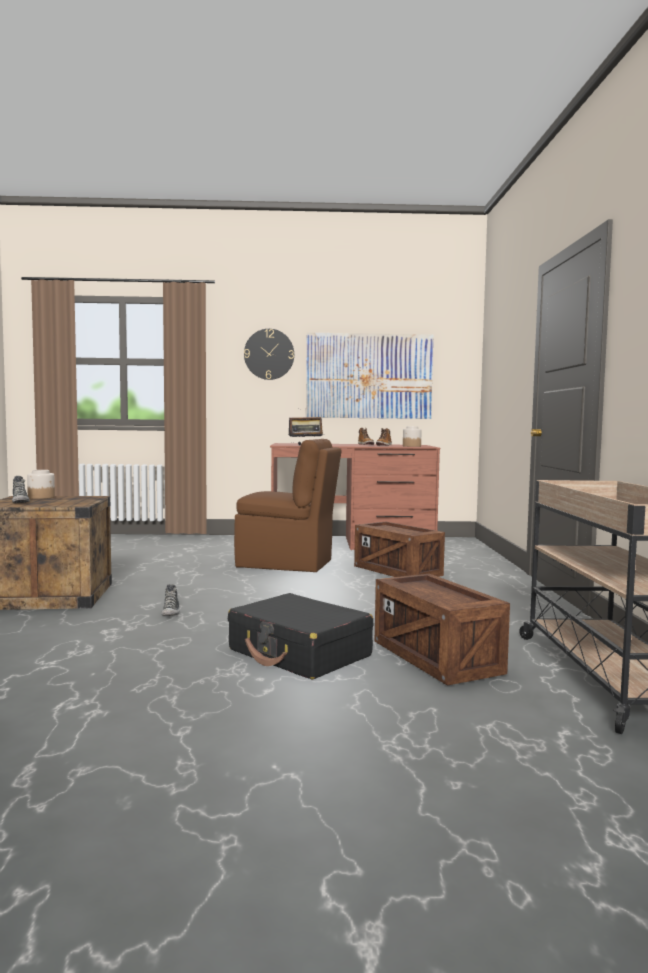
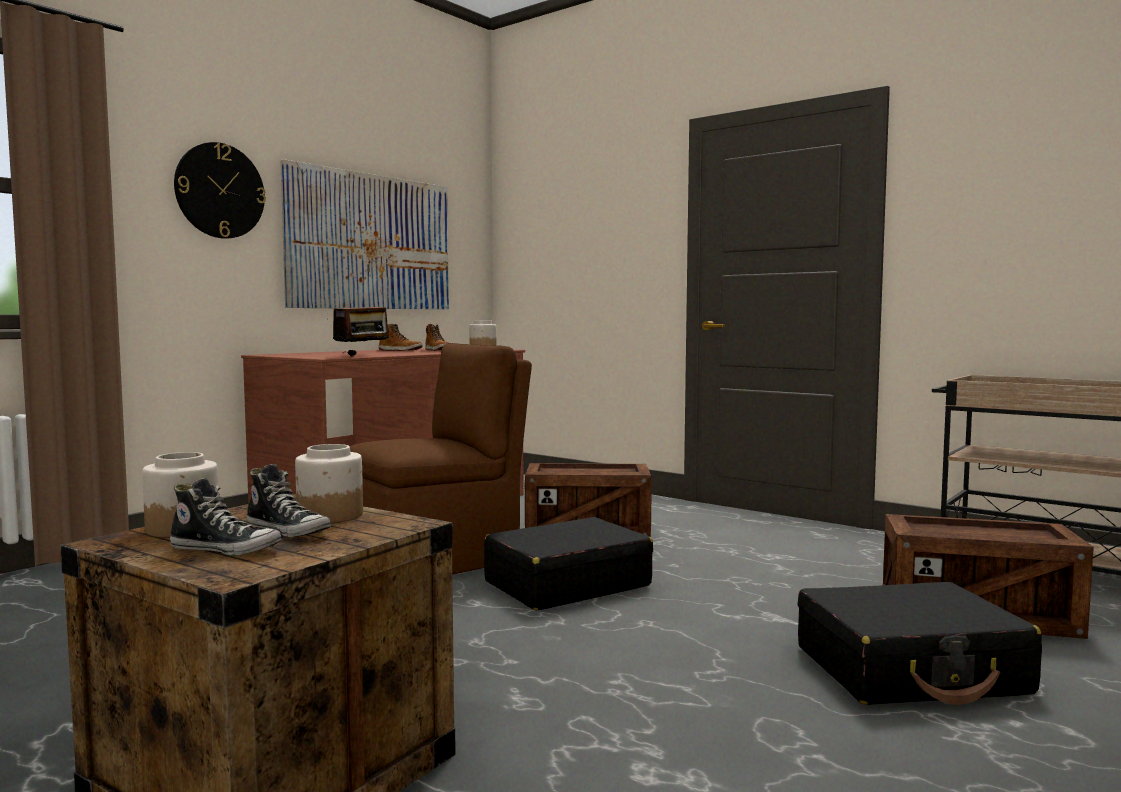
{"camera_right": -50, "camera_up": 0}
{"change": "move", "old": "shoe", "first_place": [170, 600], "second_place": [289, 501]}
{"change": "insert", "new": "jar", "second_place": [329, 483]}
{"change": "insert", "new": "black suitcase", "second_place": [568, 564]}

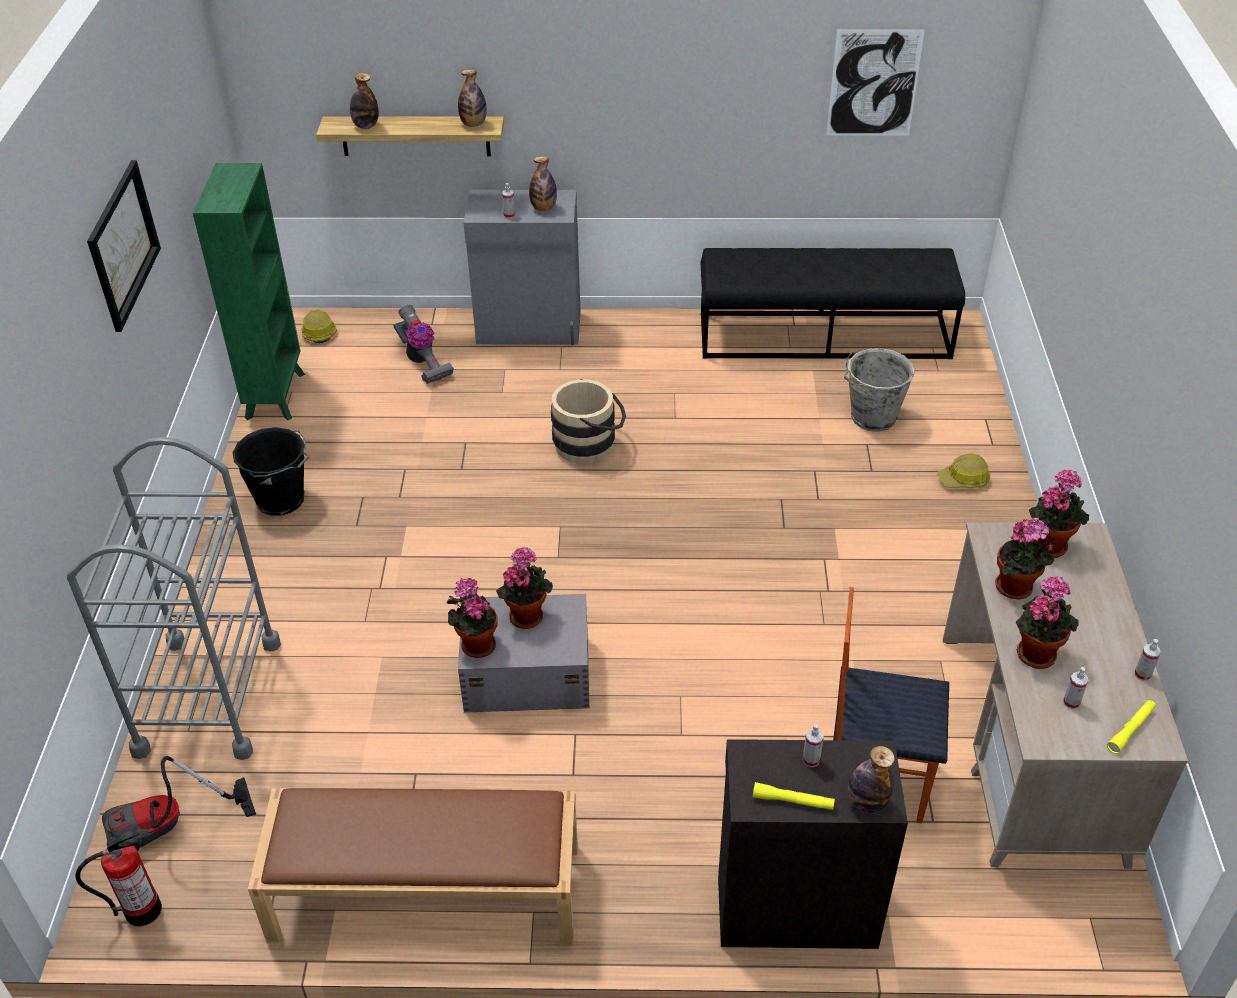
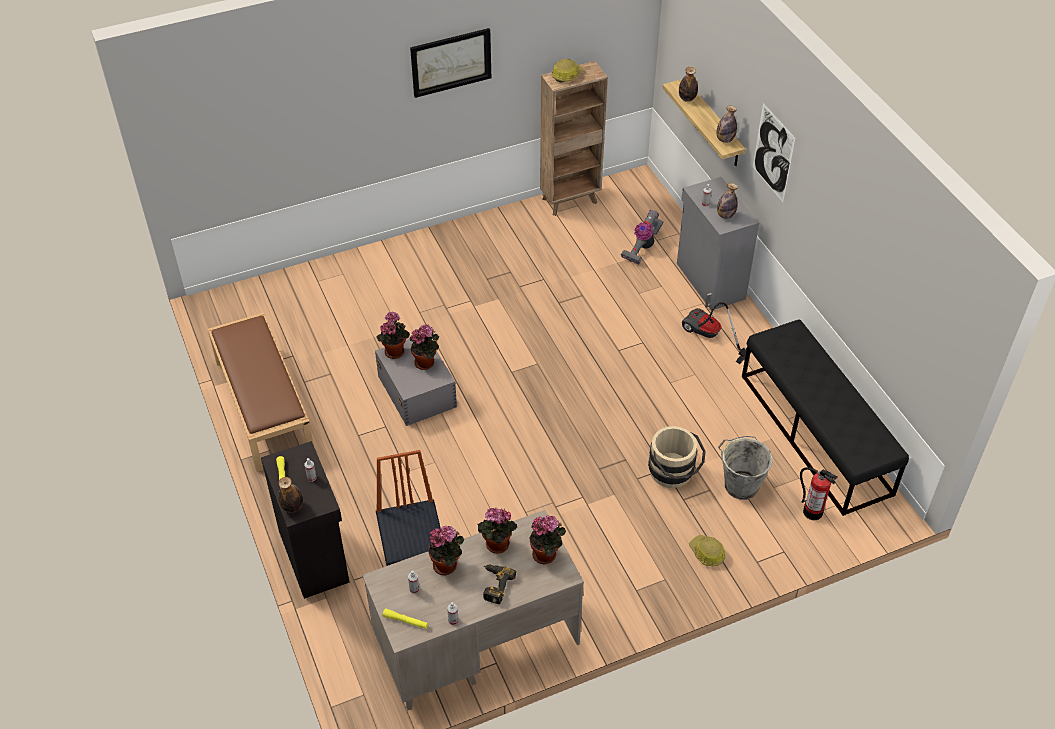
{"camera_right": 65, "camera_up": 5}
{"change": "delete", "old": "grey cart", "first_place": [174, 598]}
{"change": "move", "old": "fire extinguisher", "first_place": [119, 877], "second_place": [819, 493]}
{"change": "move", "old": "vacuum cleaner", "first_place": [179, 803], "second_place": [716, 333]}
{"change": "recolor", "old": "green bookcase", "new": "brown bookcase", "first_place": [249, 291], "second_place": [574, 138]}
{"change": "delete", "old": "black bucket", "first_place": [271, 471]}
{"change": "move", "old": "hard hat", "first_place": [319, 326], "second_place": [567, 70]}
{"change": "move", "old": "beige bucket", "first_place": [588, 421], "second_place": [677, 457]}
{"change": "move", "old": "picture", "first_place": [875, 82], "second_place": [774, 153]}
{"change": "insert", "new": "power drill", "second_place": [499, 584]}

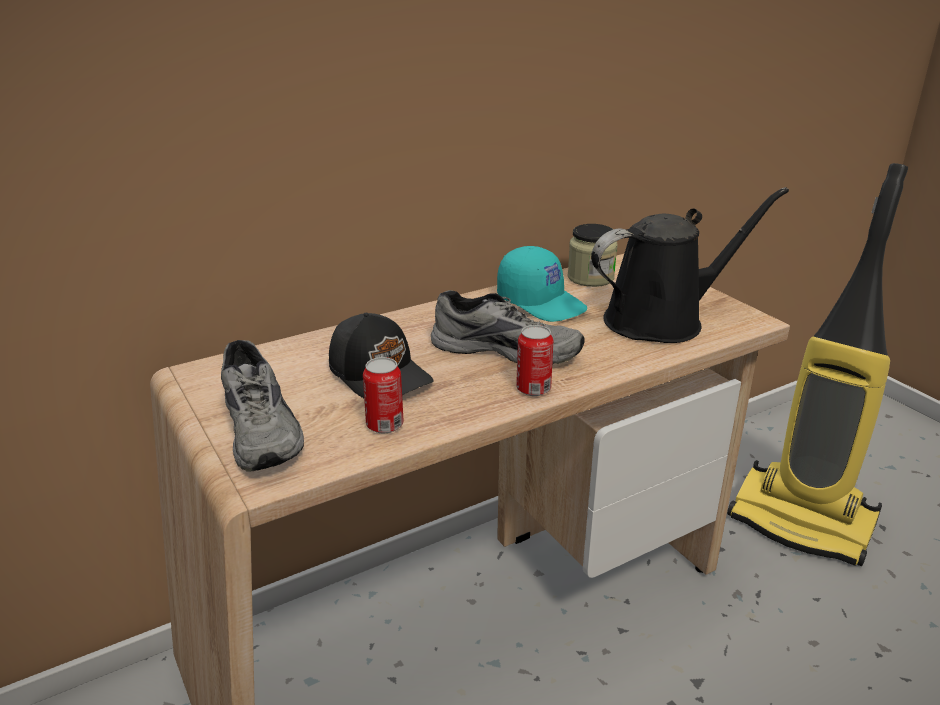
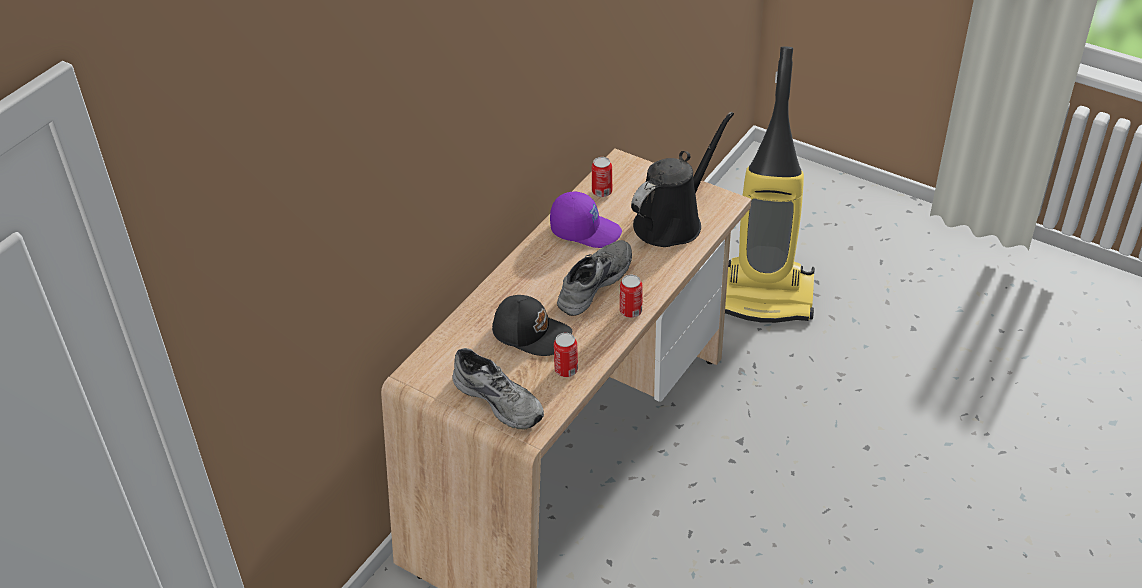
{"camera_right": -25, "camera_up": 15}
{"change": "rotate", "old": "grey shoe", "first_place": [508, 327], "second_place": [594, 278], "degrees": -45}
{"change": "recolor", "old": "turquoise cap", "new": "purple cap", "first_place": [542, 284], "second_place": [586, 219]}
{"change": "replace", "old": "jar", "new": "can", "first_place": [593, 255], "second_place": [602, 177]}

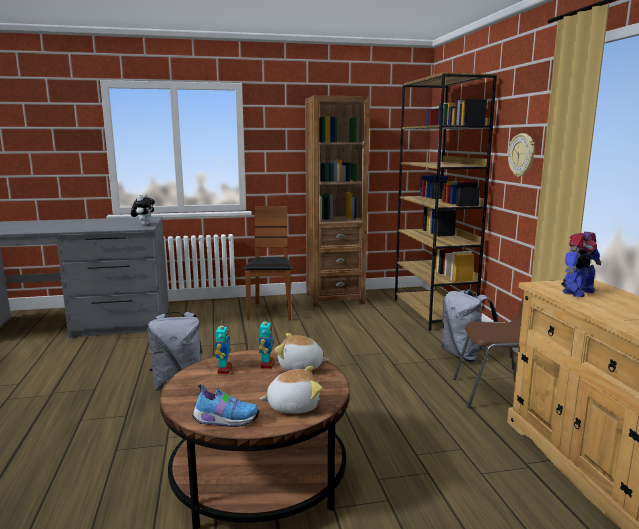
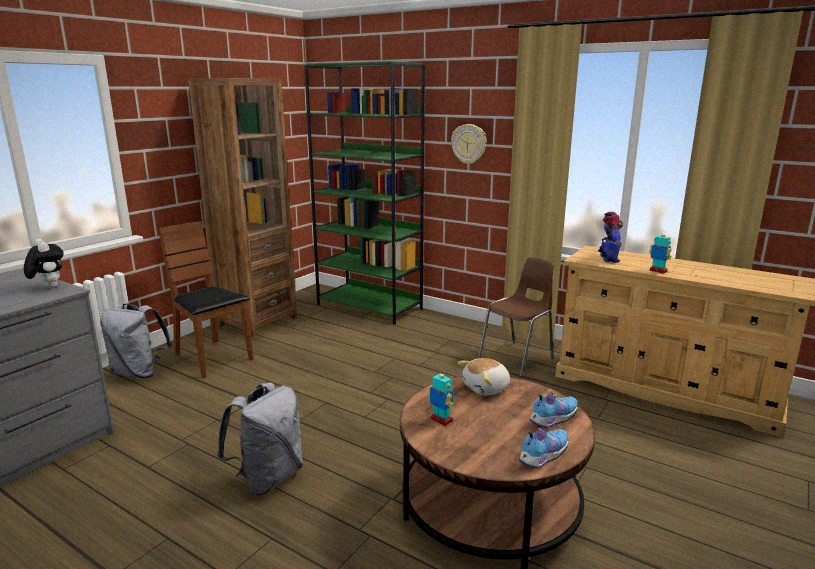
{"camera_right": -45, "camera_up": 5}
{"change": "move", "old": "toy robot", "first_place": [266, 343], "second_place": [660, 252]}
{"change": "replace", "old": "plush toy", "new": "shoe", "first_place": [291, 389], "second_place": [554, 411]}
{"change": "recolor", "old": "brown bookcase", "new": "green bookcase", "first_place": [446, 201], "second_place": [364, 193]}
{"change": "move", "old": "grey backpack", "first_place": [469, 325], "second_place": [136, 341]}

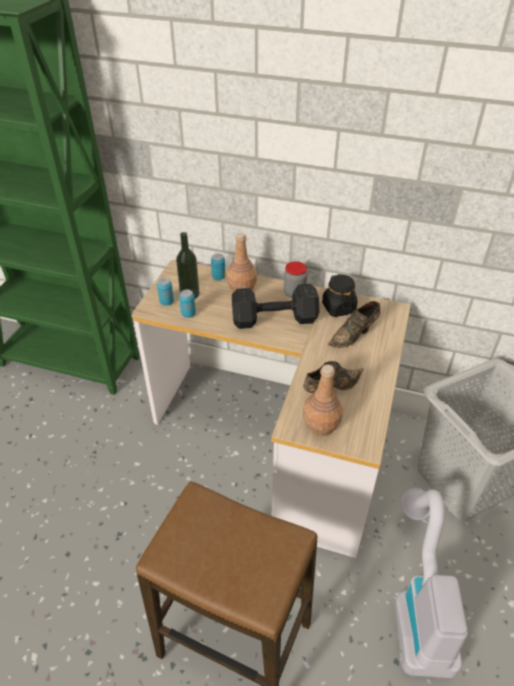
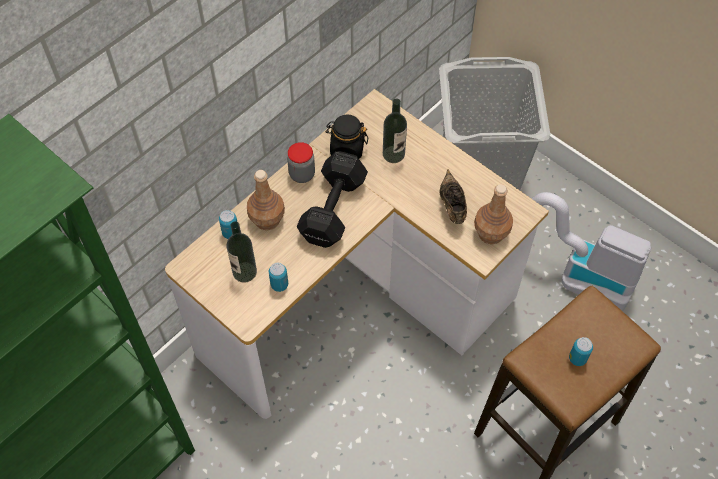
{"camera_right": -65, "camera_up": 15}
{"change": "move", "old": "can", "first_place": [165, 292], "second_place": [581, 351]}
{"change": "replace", "old": "brown shoe", "new": "bottle", "first_place": [354, 324], "second_place": [395, 131]}

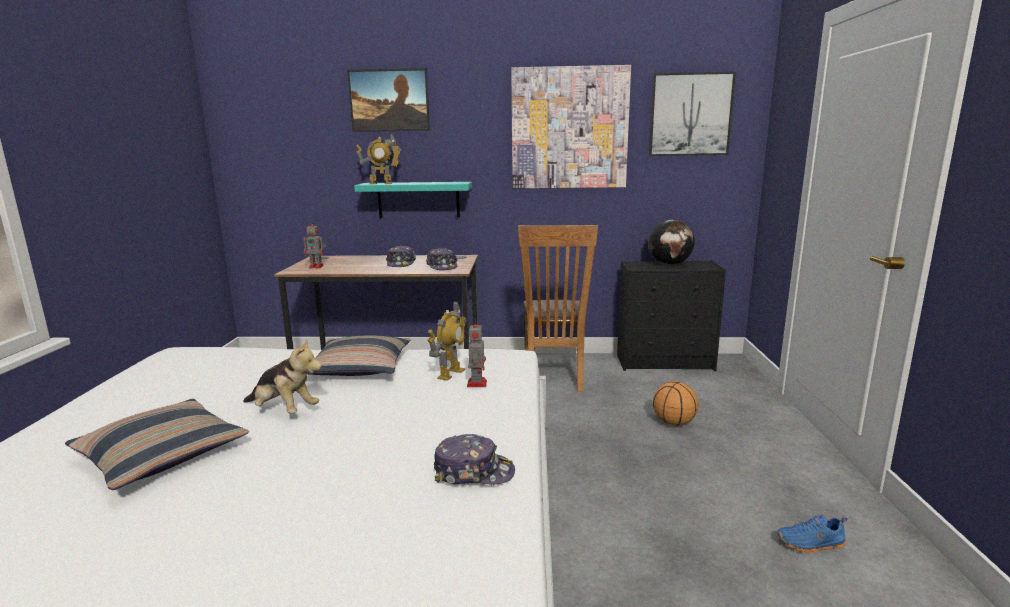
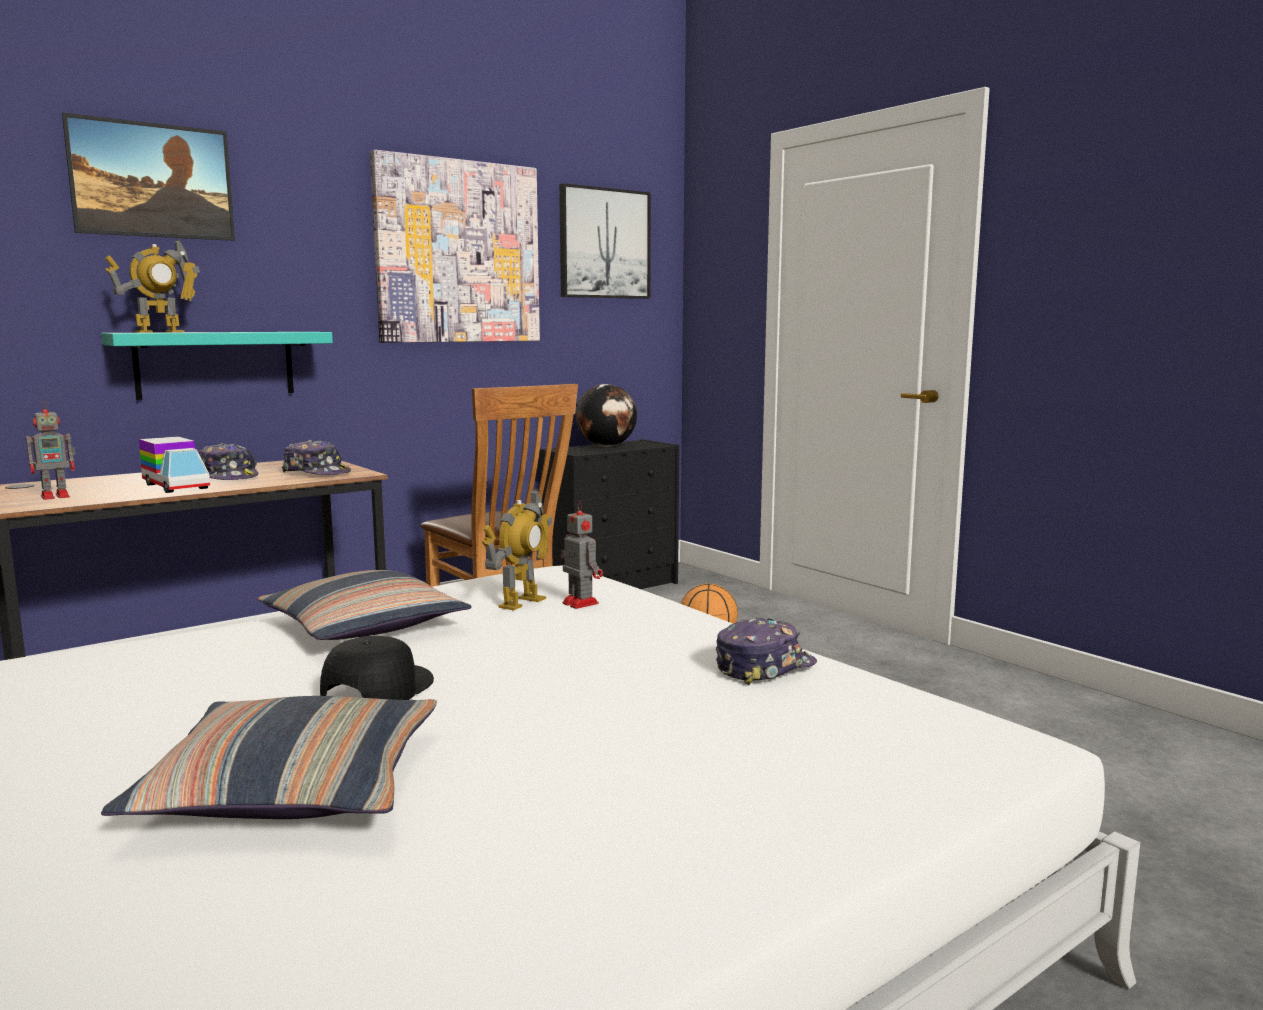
{"camera_right": -40, "camera_up": -5}
{"change": "replace", "old": "plush toy", "new": "black cap", "first_place": [282, 376], "second_place": [377, 668]}
{"change": "rotate", "old": "toy robot", "first_place": [447, 341], "second_place": [517, 549], "degrees": 45}
{"change": "delete", "old": "blue shoe", "first_place": [812, 533]}
{"change": "insert", "new": "toy truck", "second_place": [174, 464]}

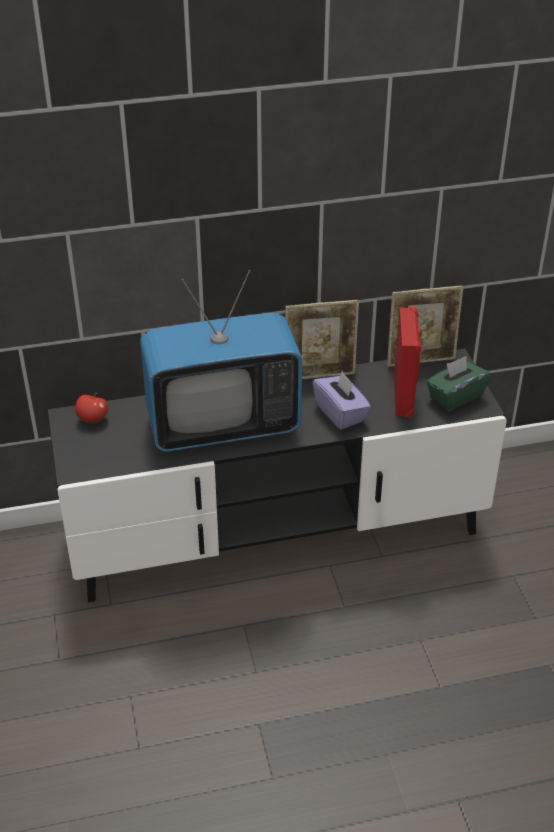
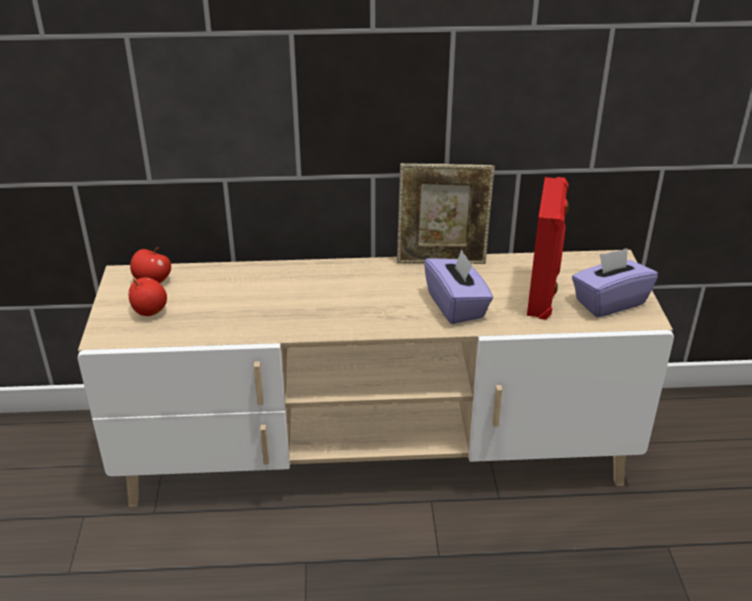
{"camera_right": 10, "camera_up": -5}
{"change": "recolor", "old": "black tv stand", "new": "beige tv stand", "first_place": [277, 475], "second_place": [376, 378]}
{"change": "delete", "old": "television", "first_place": [221, 361]}
{"change": "delete", "old": "picture frame", "first_place": [425, 326]}
{"change": "recolor", "old": "green tissue box", "new": "purple tissue box", "first_place": [458, 383], "second_place": [615, 282]}
{"change": "insert", "new": "apple", "second_place": [148, 297]}

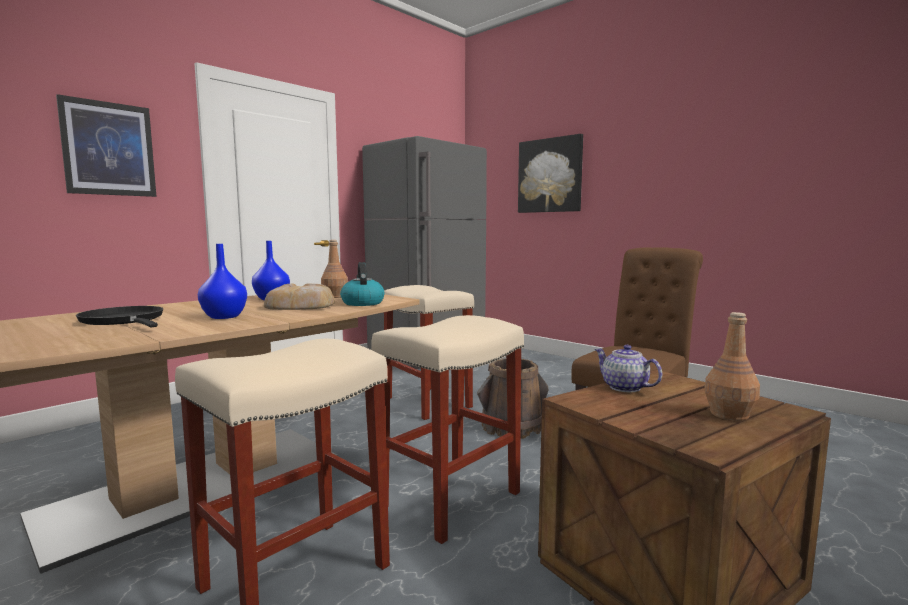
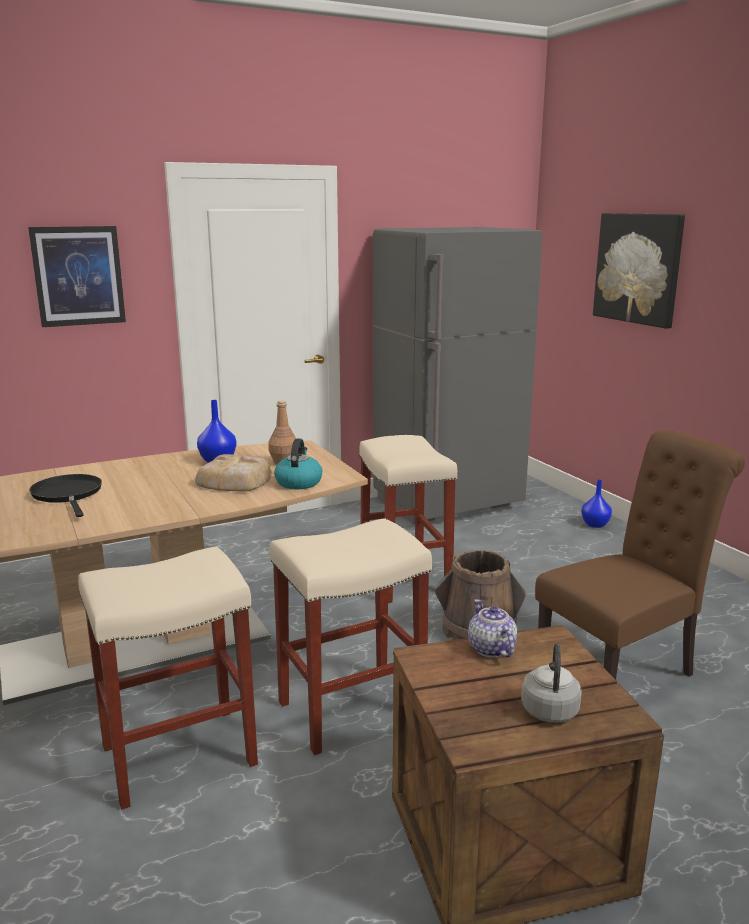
{"camera_right": 20, "camera_up": 10}
{"change": "move", "old": "blue vase", "first_place": [222, 281], "second_place": [596, 504]}
{"change": "replace", "old": "brown bottle", "new": "grey kettle", "first_place": [732, 366], "second_place": [551, 683]}

